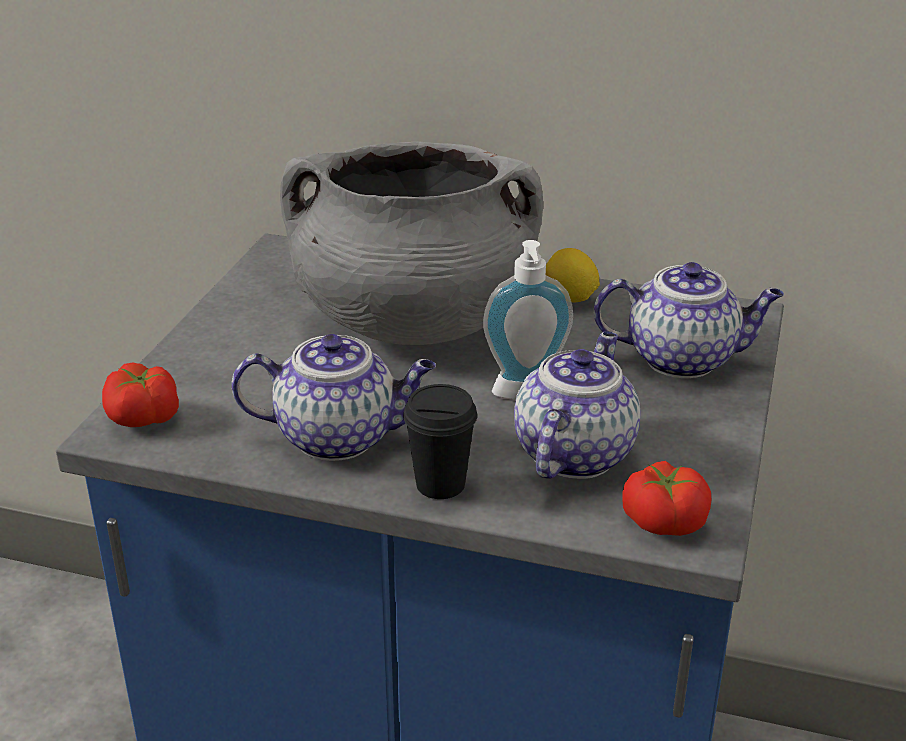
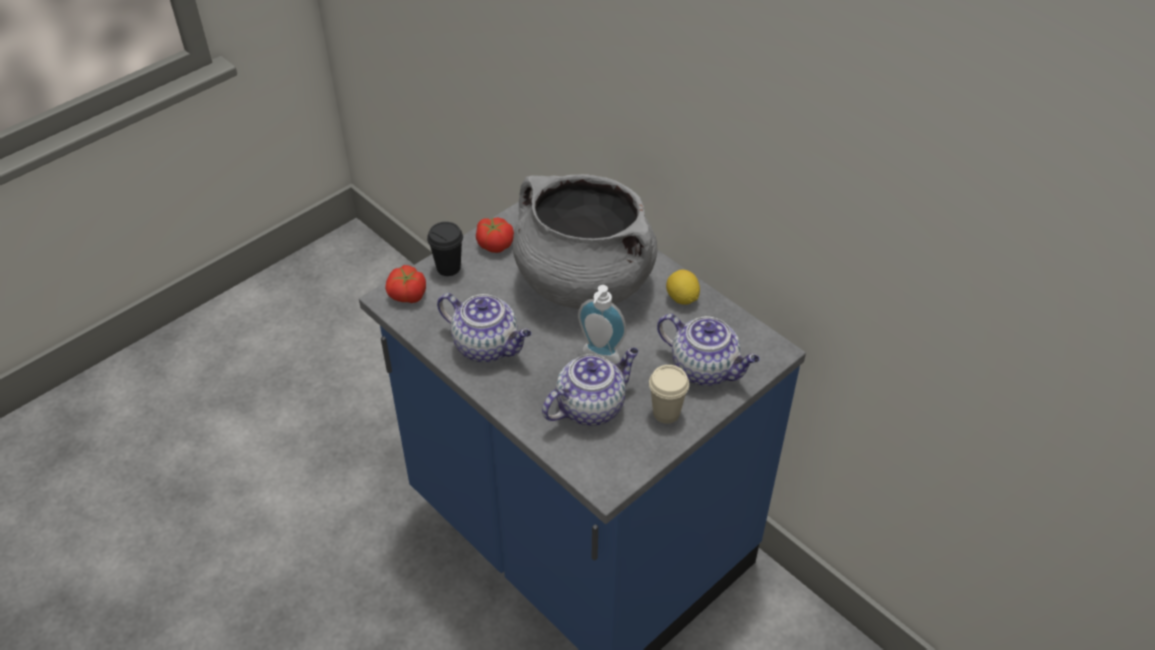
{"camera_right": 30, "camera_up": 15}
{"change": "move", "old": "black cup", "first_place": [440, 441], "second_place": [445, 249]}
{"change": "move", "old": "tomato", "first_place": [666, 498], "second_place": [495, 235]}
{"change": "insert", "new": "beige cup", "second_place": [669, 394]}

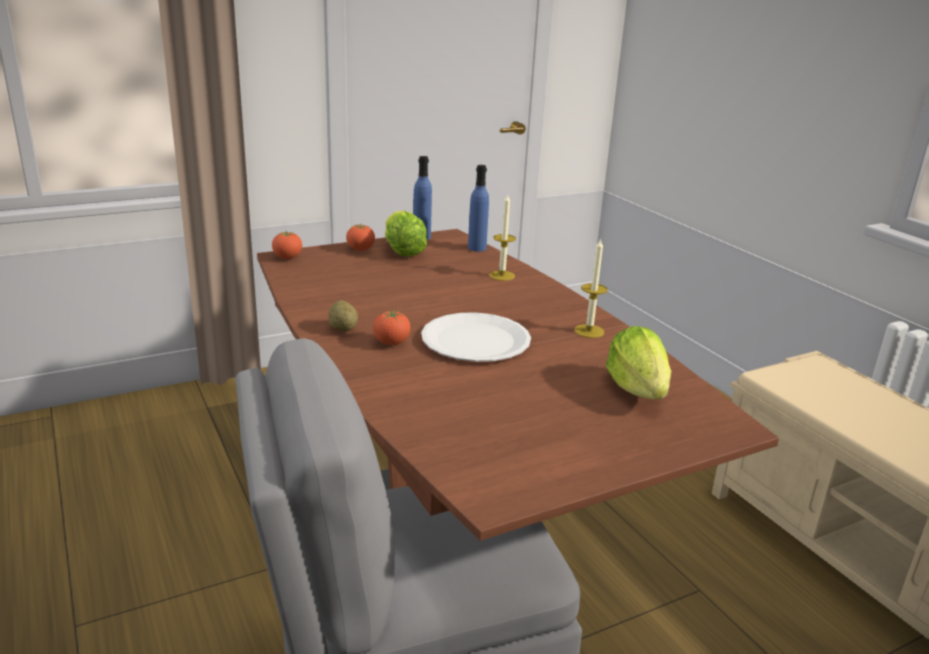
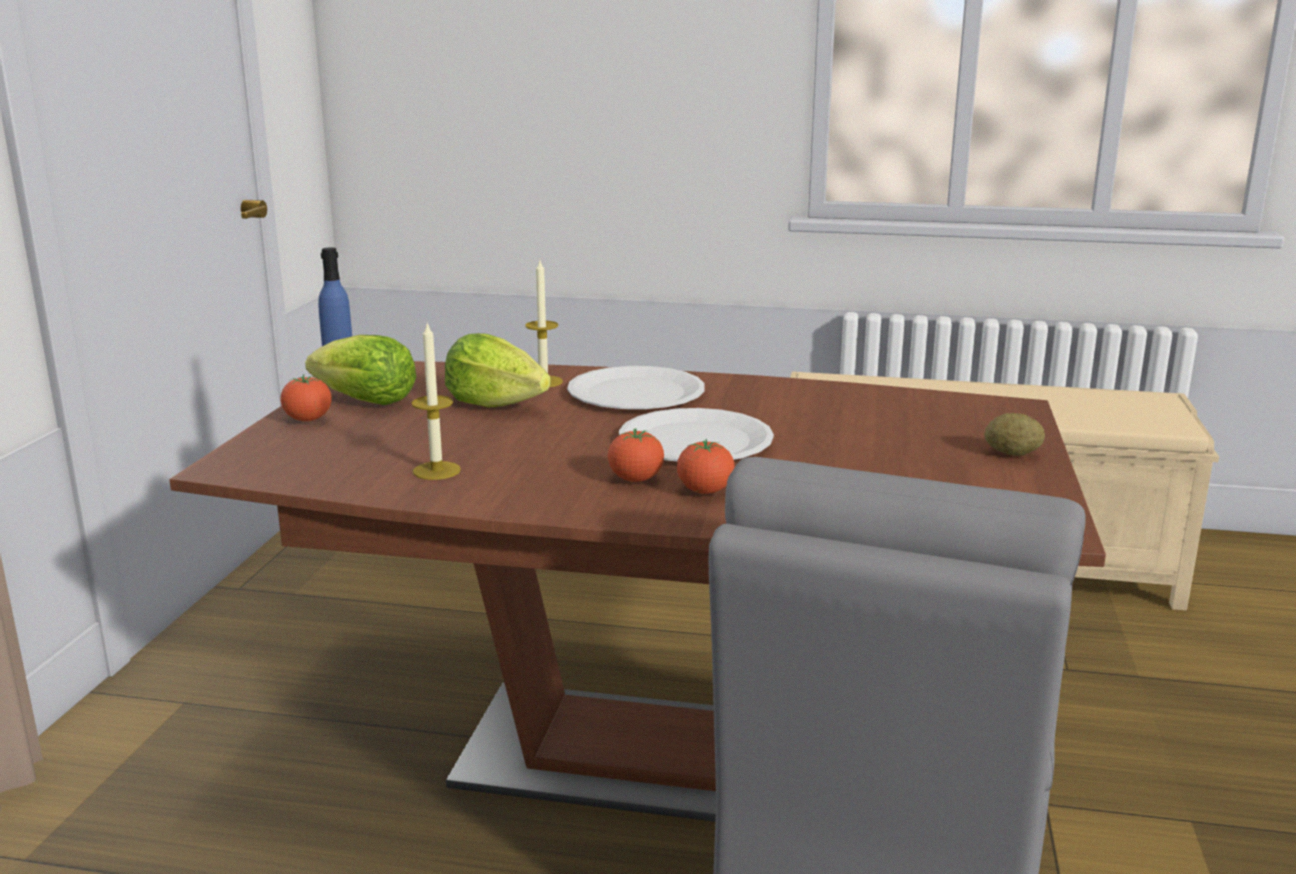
{"camera_right": -50, "camera_up": -5}
{"change": "move", "old": "tomato", "first_place": [287, 244], "second_place": [706, 466]}
{"change": "move", "old": "potato", "first_place": [343, 316], "second_place": [1014, 434]}
{"change": "delete", "old": "blue bottle", "first_place": [478, 208]}
{"change": "move", "old": "candle", "first_place": [591, 288], "second_place": [436, 401]}
{"change": "move", "old": "lettuce", "first_place": [638, 362], "second_place": [498, 370]}
{"change": "insert", "new": "white plate", "second_place": [636, 387]}

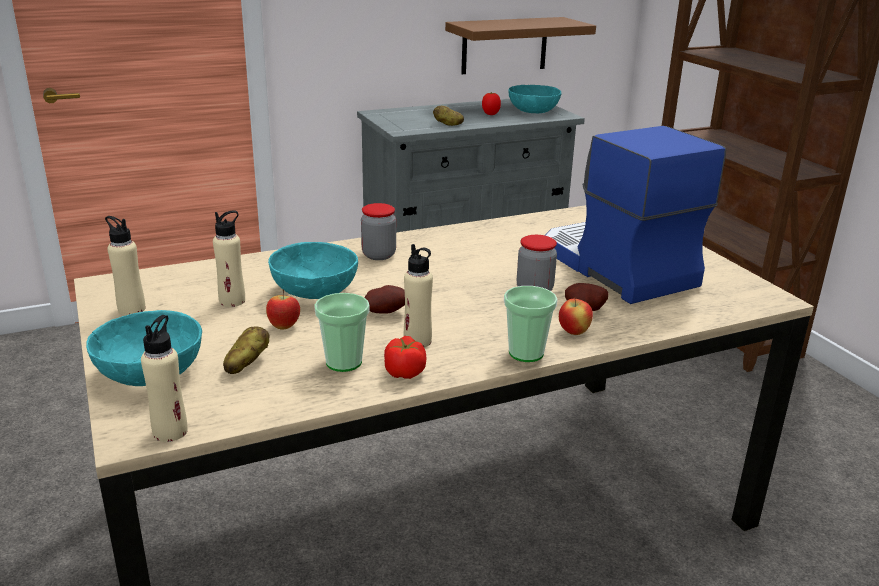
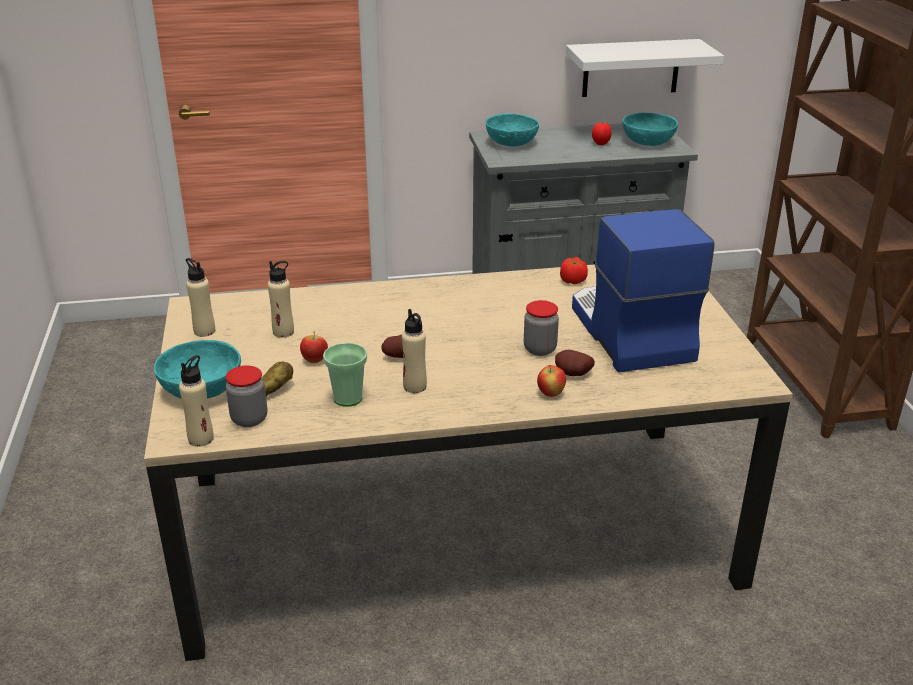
{"camera_right": 15, "camera_up": 5}
{"change": "move", "old": "turquoise bowl", "first_place": [313, 270], "second_place": [512, 129]}
{"change": "move", "old": "jar", "first_place": [378, 231], "second_place": [246, 396]}
{"change": "move", "old": "tomato", "first_place": [405, 357], "second_place": [574, 270]}
{"change": "delete", "old": "potato", "first_place": [448, 116]}
{"change": "recolor", "old": "brown shelf", "new": "white shelf", "first_place": [520, 45], "second_place": [645, 68]}
{"change": "delete", "old": "cup", "first_place": [531, 324]}

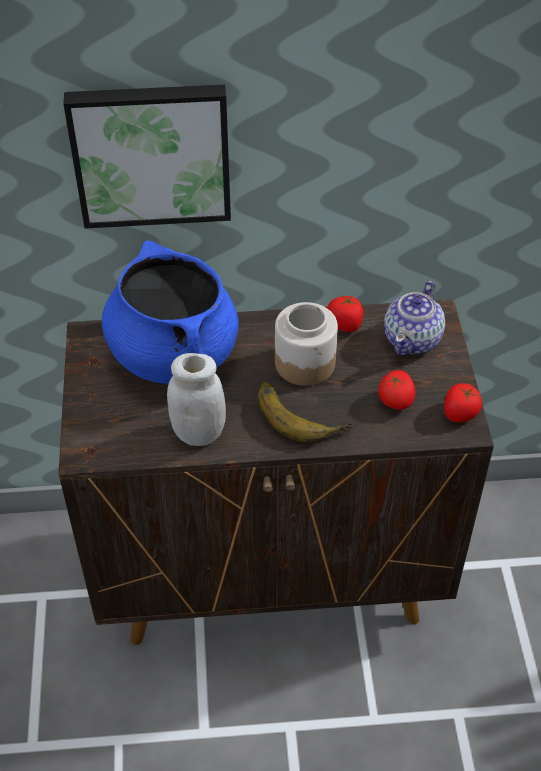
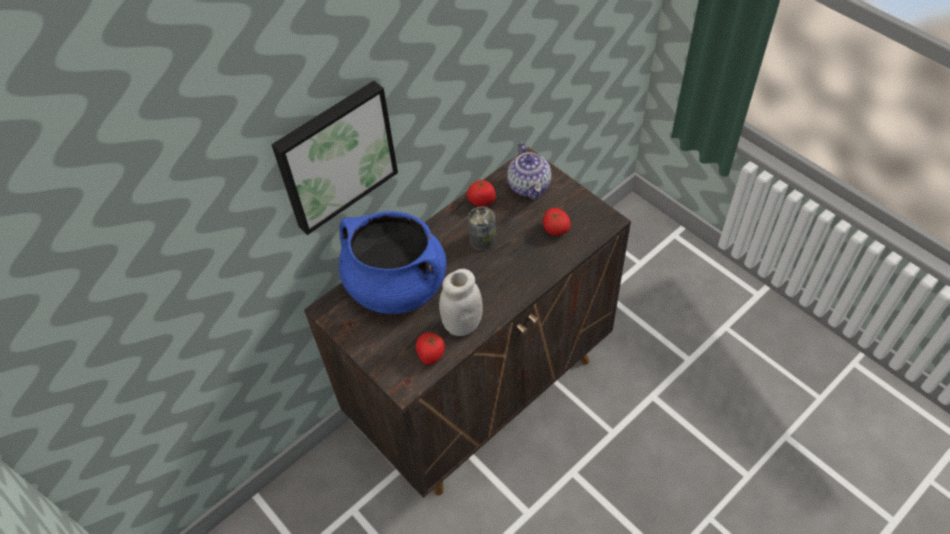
{"camera_right": -35, "camera_up": 5}
{"change": "delete", "old": "banana", "first_place": [305, 411]}
{"change": "replace", "old": "jar", "new": "can", "first_place": [306, 344], "second_place": [482, 228]}
{"change": "move", "old": "tomato", "first_place": [463, 402], "second_place": [430, 348]}

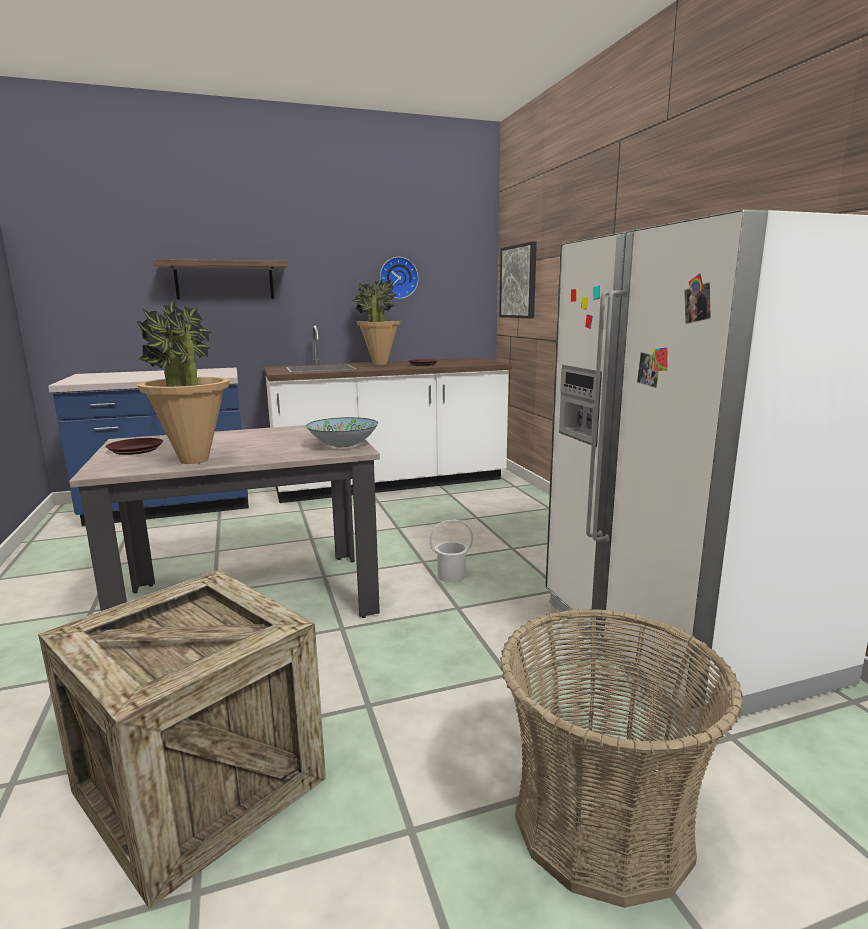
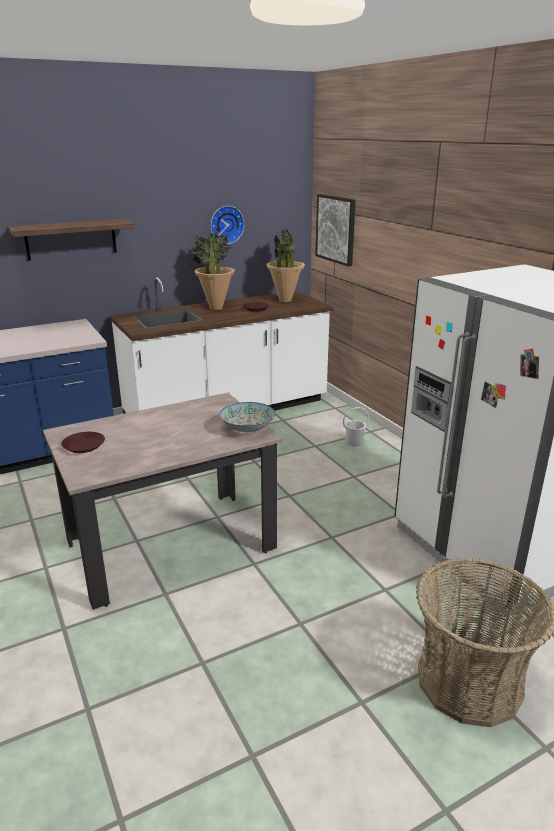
{"camera_right": -10, "camera_up": 10}
{"change": "delete", "old": "crate", "first_place": [182, 739]}
{"change": "move", "old": "potted plant", "first_place": [183, 382], "second_place": [285, 265]}
{"change": "move", "old": "white bucket", "first_place": [451, 551], "second_place": [356, 426]}

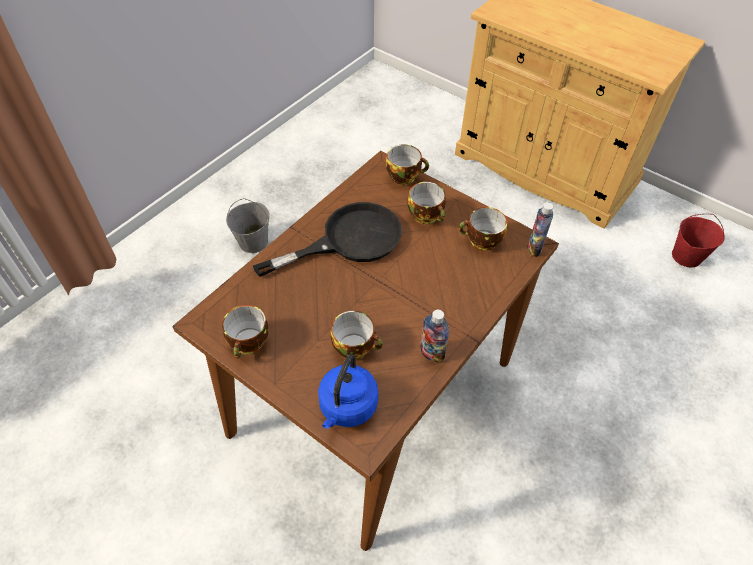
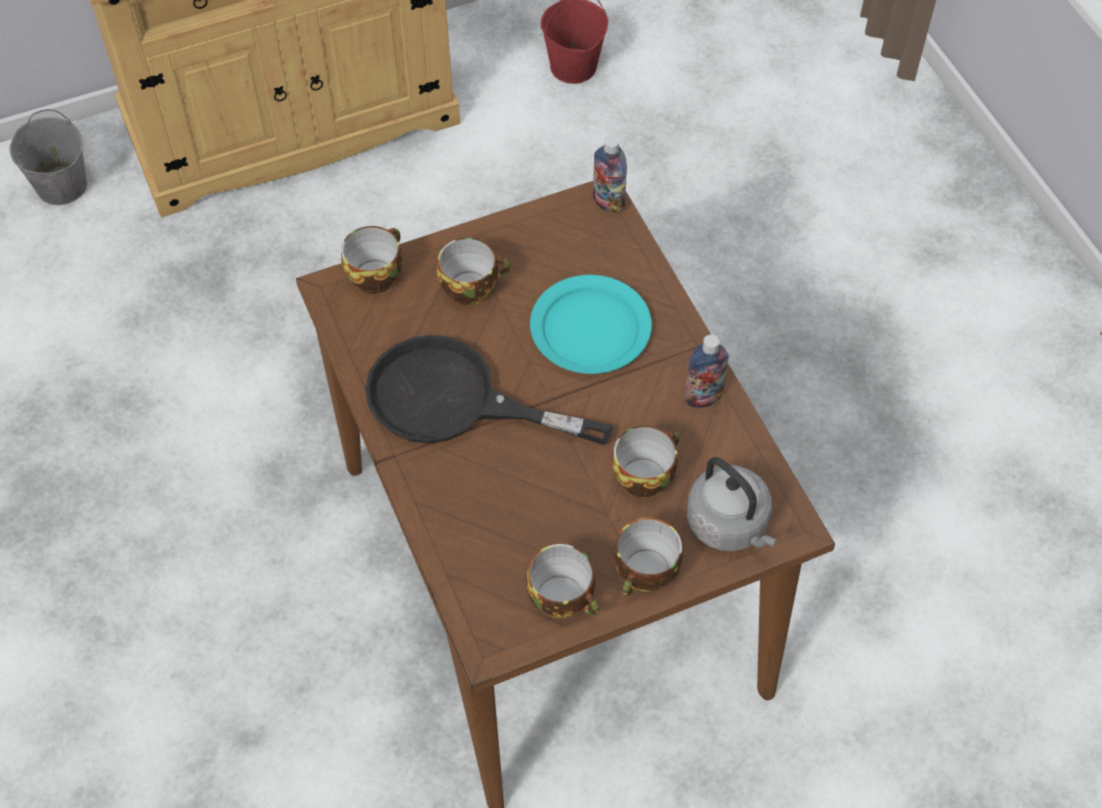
{"camera_right": -60, "camera_up": 5}
{"change": "move", "old": "grey bucket", "first_place": [248, 225], "second_place": [48, 157]}
{"change": "rotate", "old": "black frying pan", "first_place": [327, 239], "second_place": [489, 390], "degrees": -75}
{"change": "recolor", "old": "blue kettle", "new": "grey kettle", "first_place": [348, 391], "second_place": [732, 504]}
{"change": "move", "old": "cup", "first_place": [483, 229], "second_place": [648, 557]}
{"change": "insert", "new": "turquoise plate", "second_place": [591, 324]}

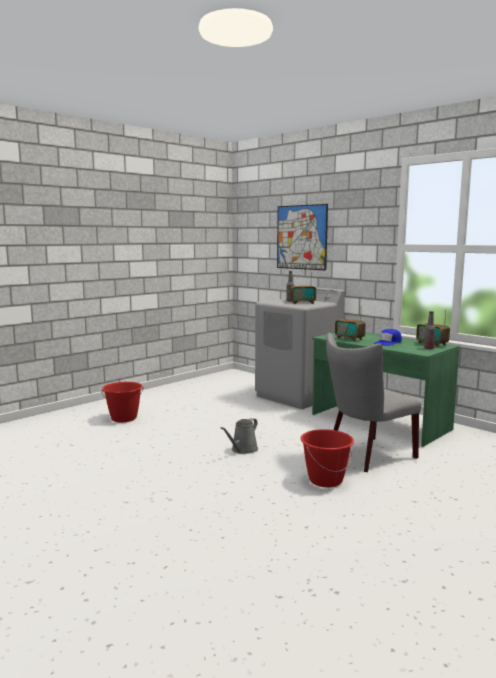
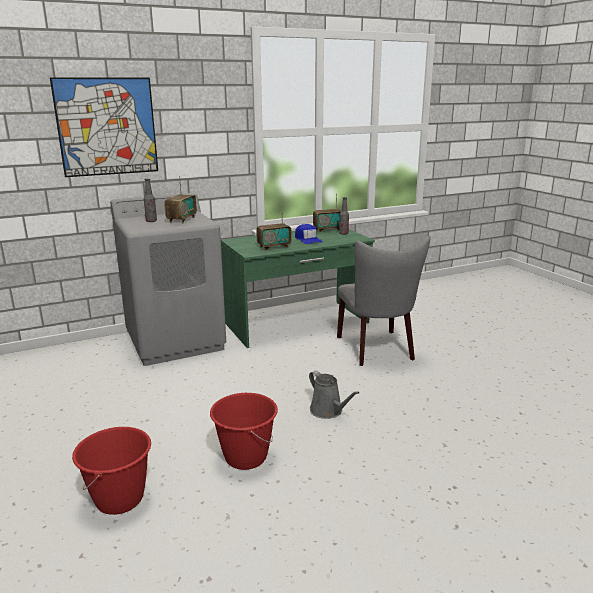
{"camera_right": -70, "camera_up": 10}
{"change": "move", "old": "red bucket", "first_place": [327, 458], "second_place": [244, 431]}

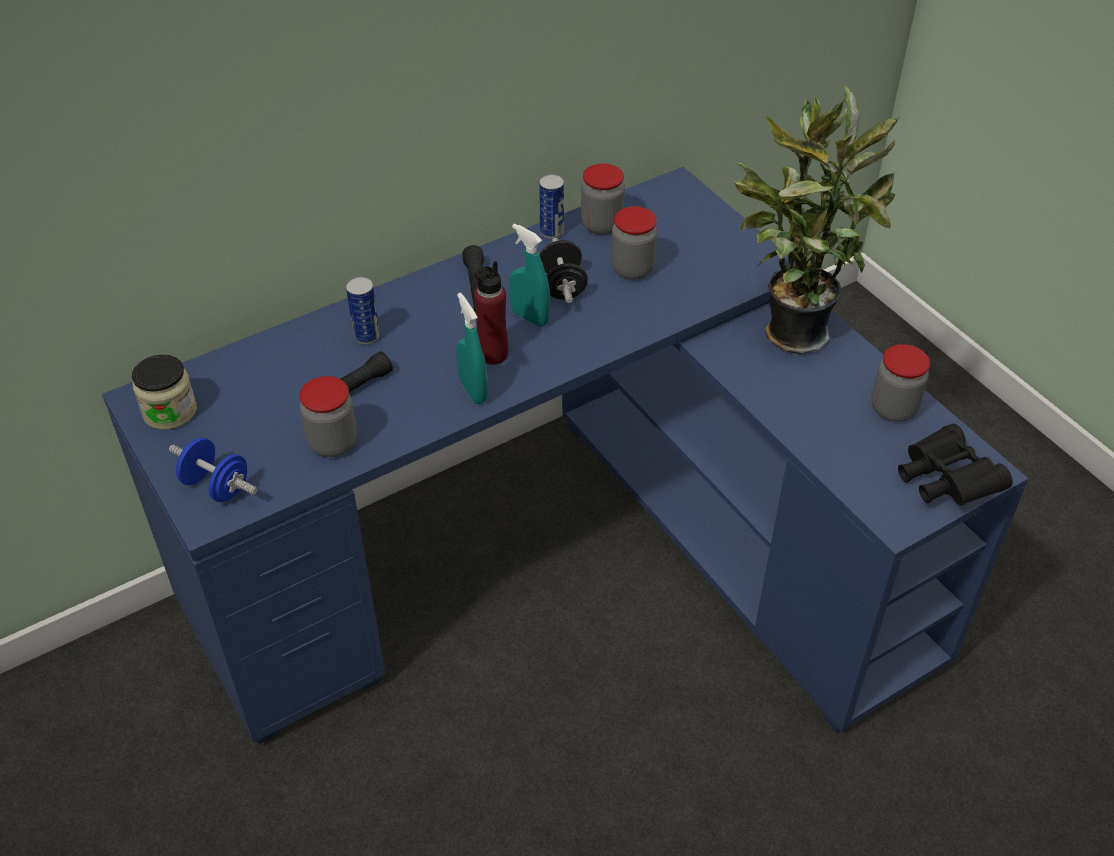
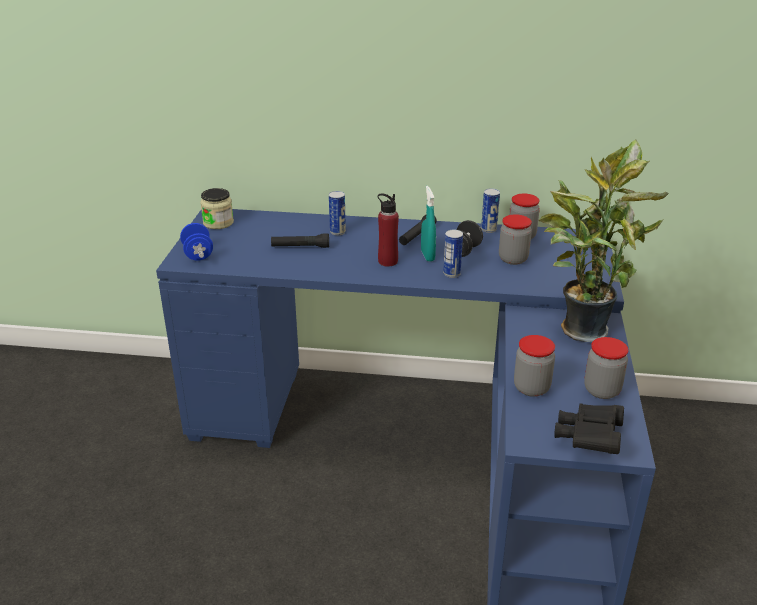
{"camera_right": 40, "camera_up": -15}
{"change": "move", "old": "jar", "first_place": [328, 416], "second_place": [534, 366]}
{"change": "delete", "old": "turquoise spray bottle", "first_place": [472, 348]}
{"change": "insert", "new": "can", "second_place": [453, 254]}

